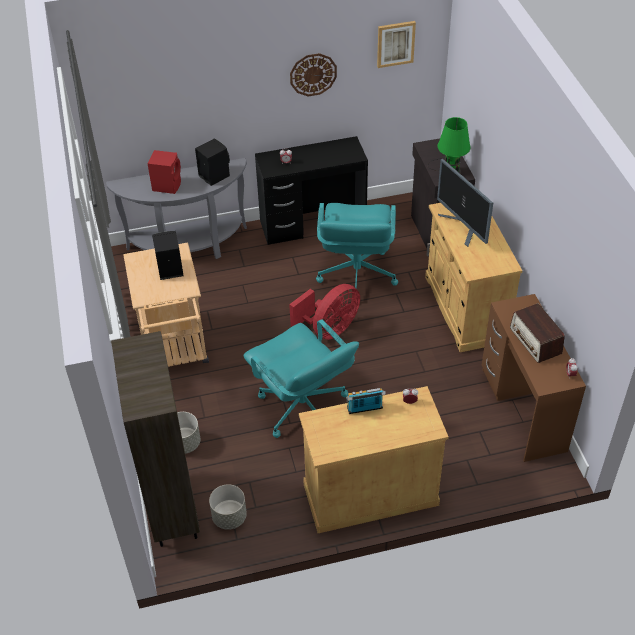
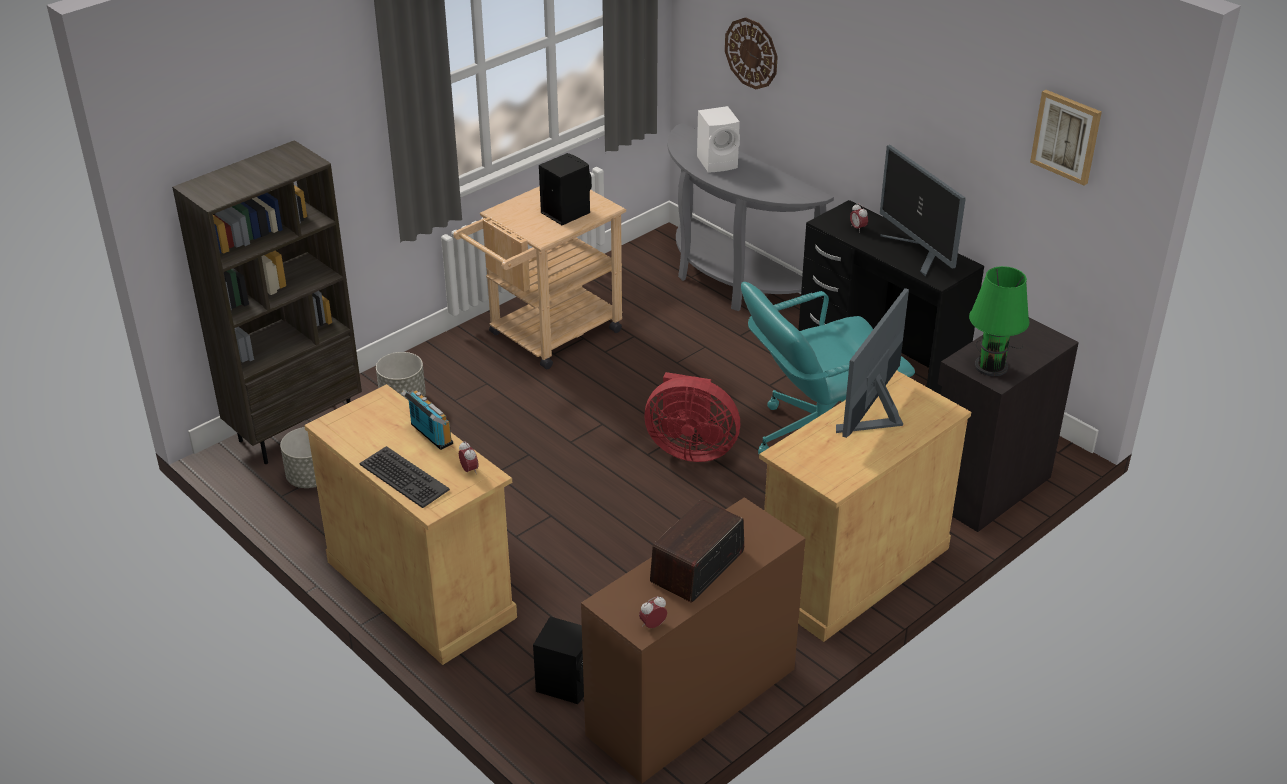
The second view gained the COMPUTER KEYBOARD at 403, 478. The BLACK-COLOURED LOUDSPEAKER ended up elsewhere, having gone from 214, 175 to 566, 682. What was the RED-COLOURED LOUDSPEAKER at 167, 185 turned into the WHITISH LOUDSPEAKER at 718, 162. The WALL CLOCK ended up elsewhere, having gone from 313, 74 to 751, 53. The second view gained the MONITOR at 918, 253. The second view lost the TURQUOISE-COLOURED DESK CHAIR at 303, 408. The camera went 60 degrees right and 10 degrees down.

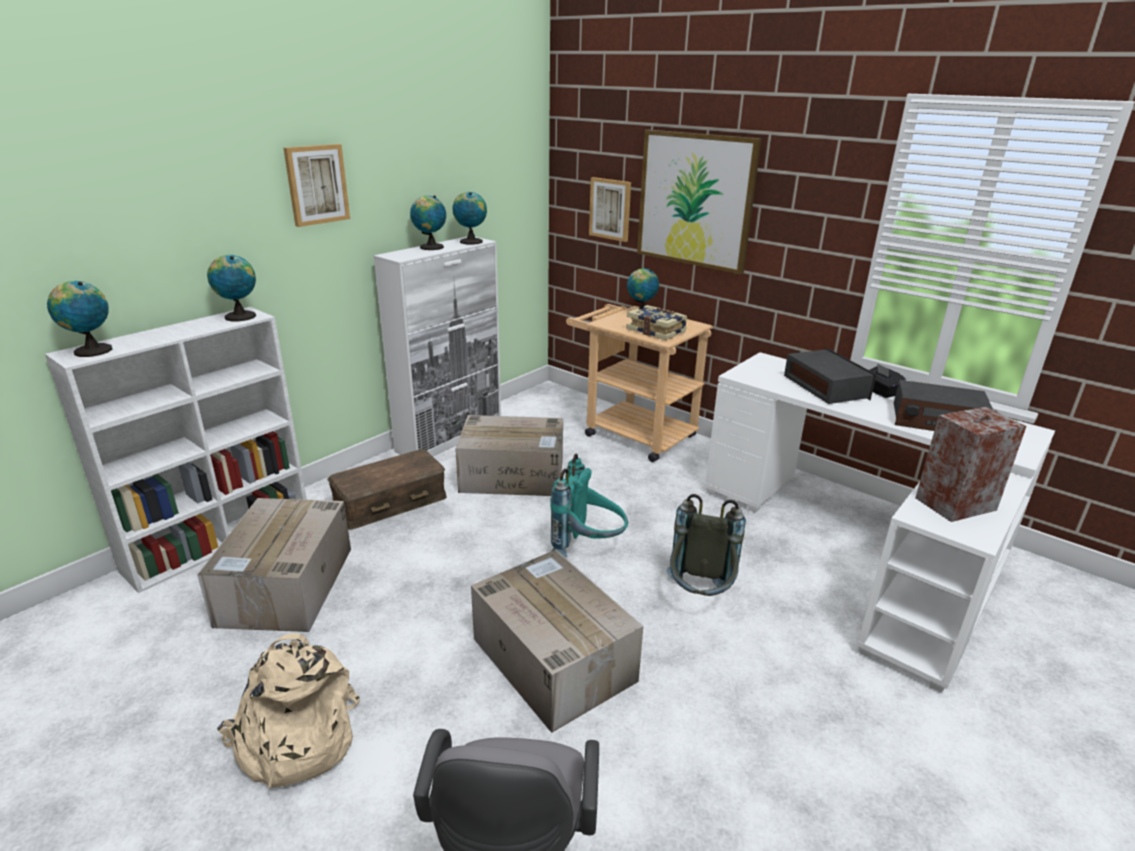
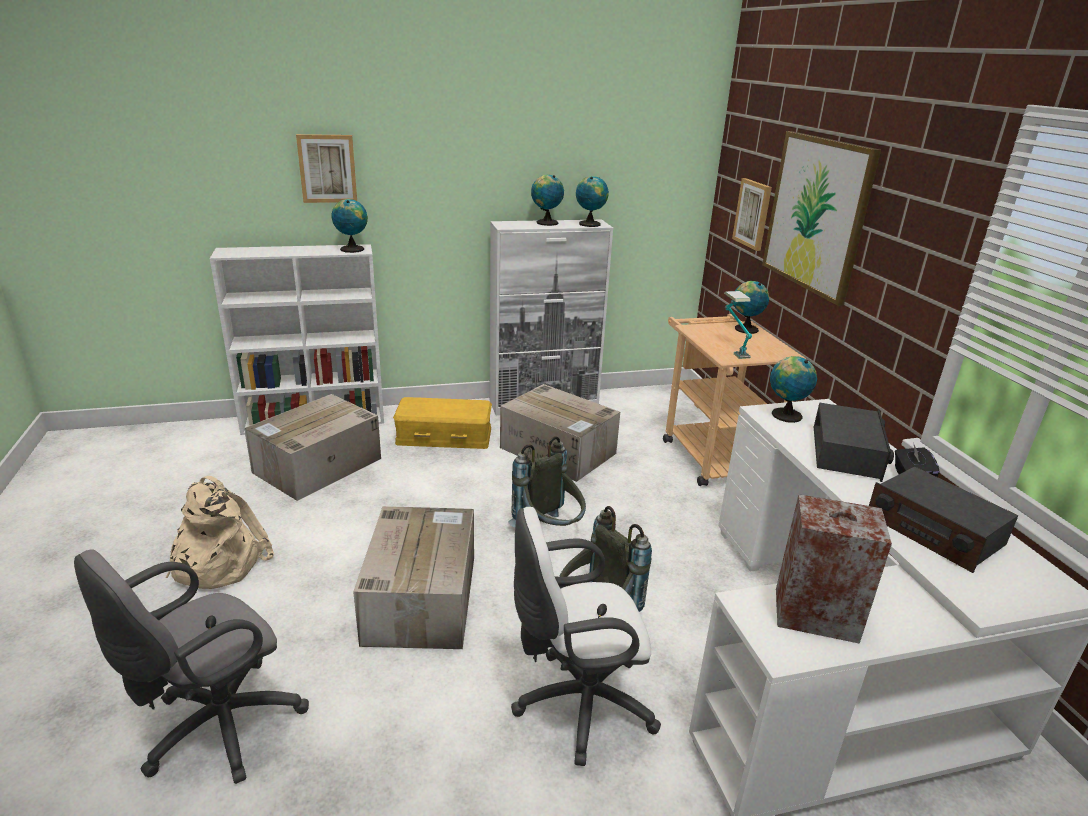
The WALL ART ended up elsewhere, having gone from 316, 184 to 327, 168. What was the BROWN STORAGE CONTAINER at 390, 501 turned into the YELLOW-COLOURED STORAGE CONTAINER at 444, 435. What was the TURQUOISE-COLOURED KNAPSACK at 588, 548 turned into the GREY KNAPSACK at 549, 531. The second view gained the WHITISH DESK CHAIR at 577, 704. Where the VOLUME stood at 656, 331, the TABLETOP LAMP came to stand at 732, 348. The WORLD GLOBE ended up elsewhere, having gone from 91, 350 to 784, 415. The camera went 35 degrees right and 0 degrees up.

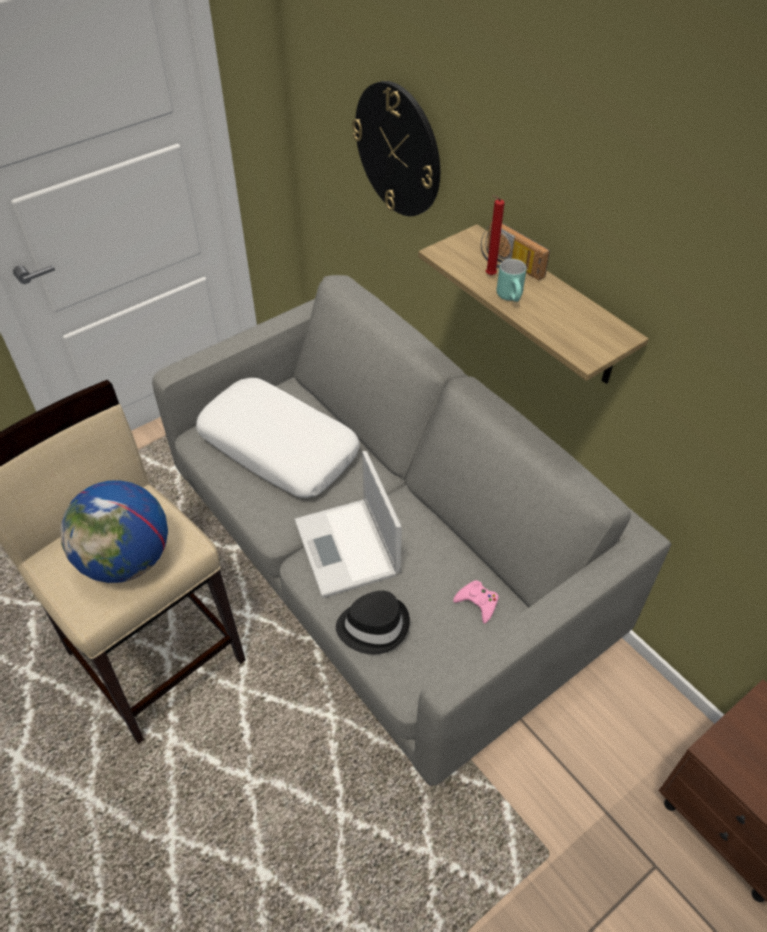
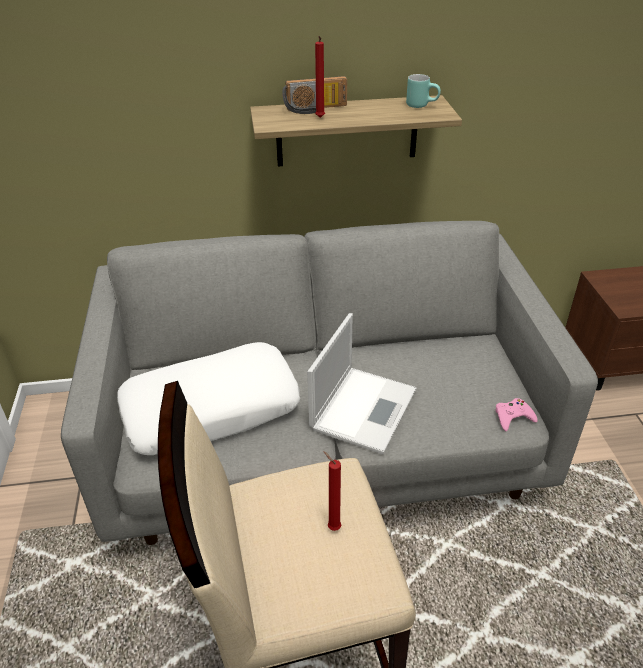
The PORTABLE COMPUTER at 347, 549 ended up facing another way, 75 degrees counterclockwise from before. Where the WORLD GLOBE stood at 127, 560, the RED-COLOURED WAX LIGHT came to stand at 332, 527. The TURQUOISE-COLOURED MUG ended up elsewhere, having gone from 512, 298 to 422, 105. The PINKISH GAME CONTROLLER ended up elsewhere, having gone from 477, 603 to 513, 417. The second view lost the BLACK-COLOURED HAT at 373, 625. The second view lost the WALL CLOCK at 398, 150. The camera went 60 degrees left and 10 degrees down.

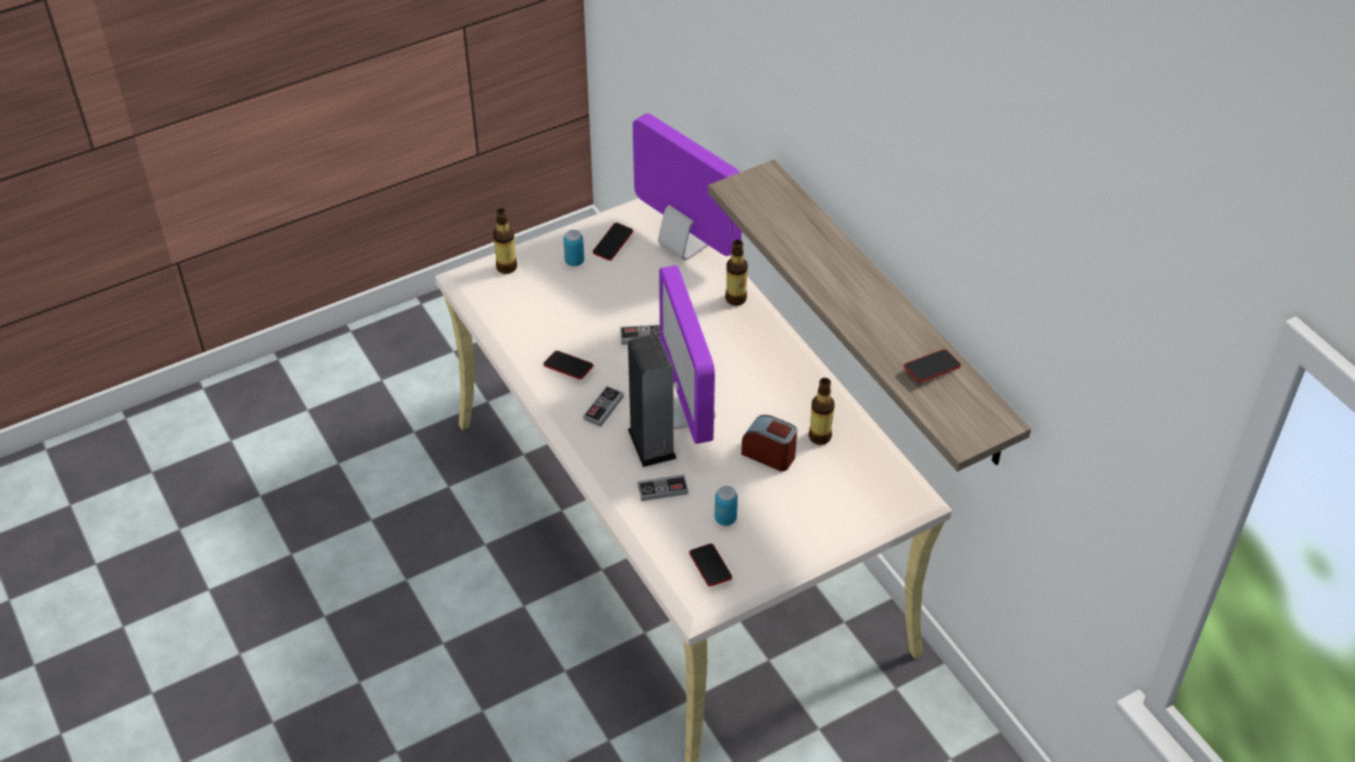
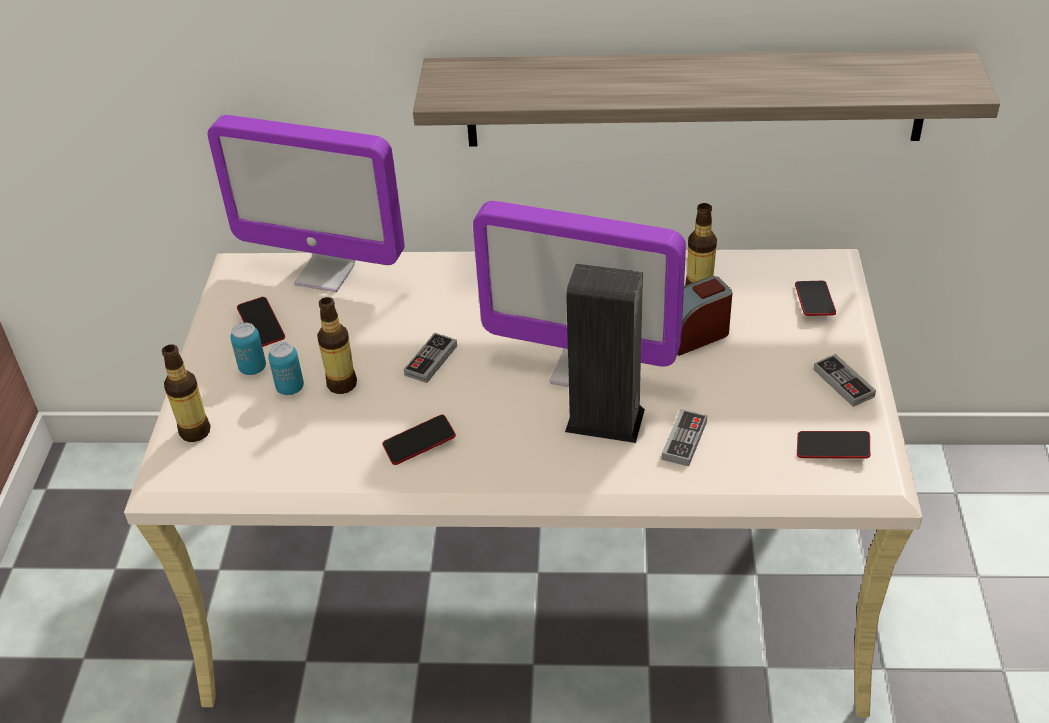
The MONITOR at 683, 245 ended up facing another way, 150 degrees counterclockwise from before. The METAL CAN ended up elsewhere, having gone from 725, 518 to 290, 388. The DRINK BOTTLE ended up elsewhere, having gone from 736, 298 to 342, 384. The PHONE ended up elsewhere, having gone from 931, 368 to 814, 302. The GAME CONTROLLER ended up elsewhere, having gone from 603, 408 to 843, 383. The camera went 55 degrees left and 5 degrees down.

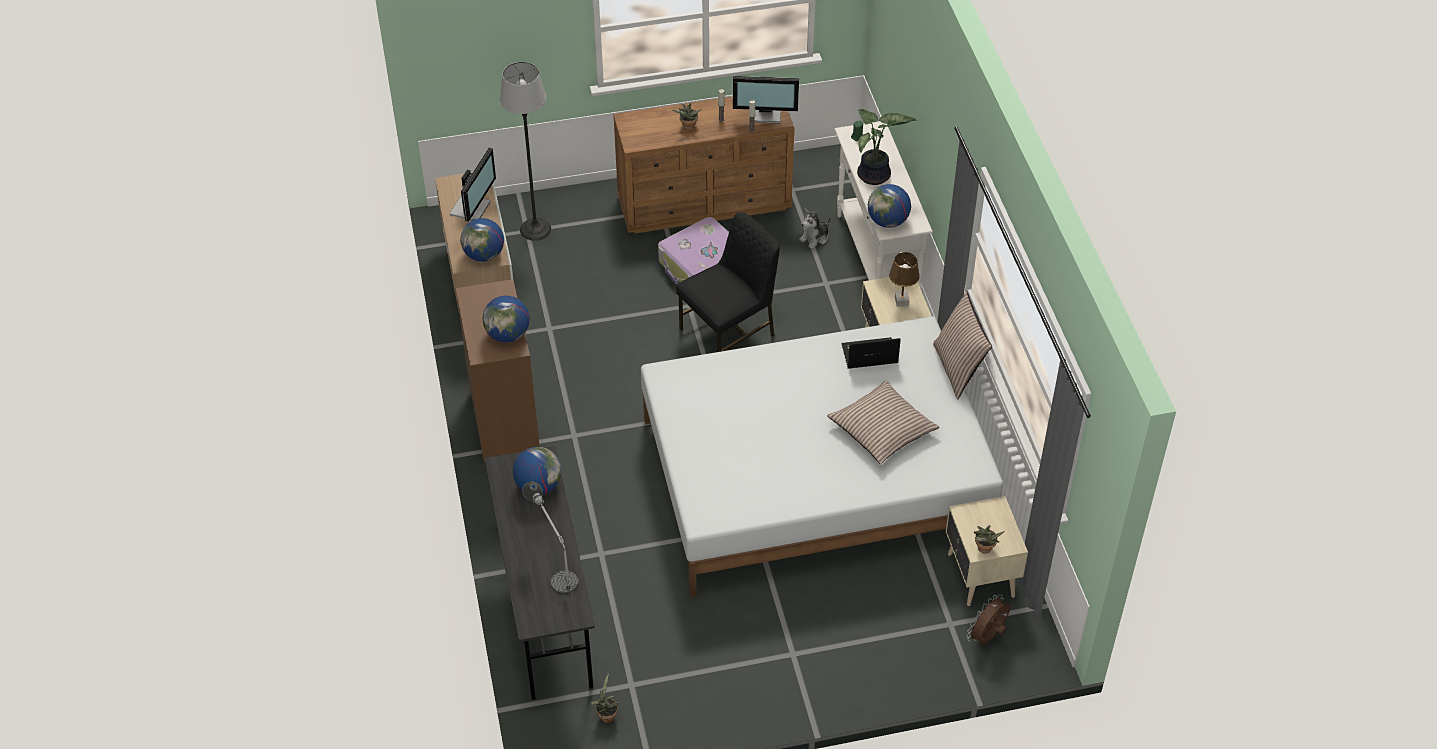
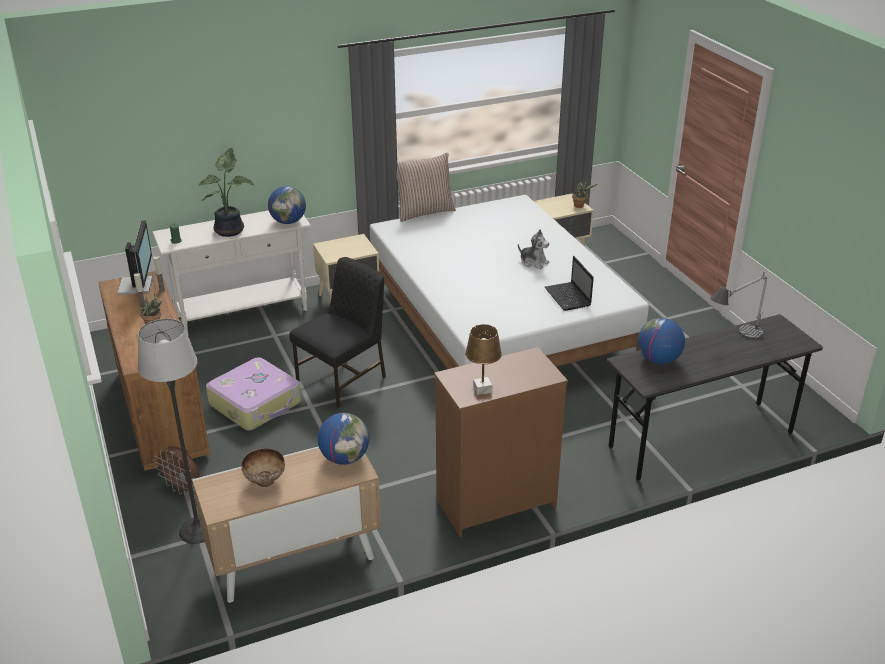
The BROWN ELECTRIC FAN ended up elsewhere, having gone from 987, 637 to 182, 488. Where the MONITOR stood at 472, 208, the DEEP DISH came to stand at 264, 481. The BLACK-COLOURED PLAIN CHAIR at 729, 332 ended up facing another way, 90 degrees clockwise from before. The BROWN TABLETOP LAMP ended up elsewhere, having gone from 902, 301 to 482, 389. The SOFT TOY ended up elsewhere, having gone from 815, 238 to 533, 262. The PORTABLE COMPUTER ended up elsewhere, having gone from 868, 355 to 568, 297. The second view lost the WORLD GLOBE at 508, 335. The second view lost the HOUSEPLANT at 606, 715. The second view lost the PILLOW at 882, 429. The camera went 100 degrees left and 15 degrees down.

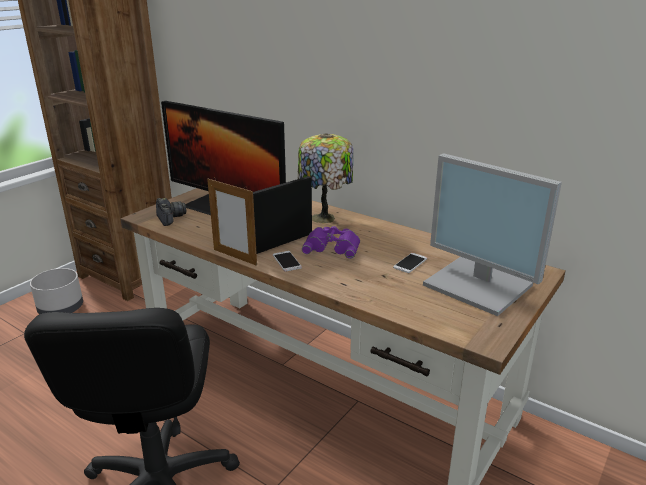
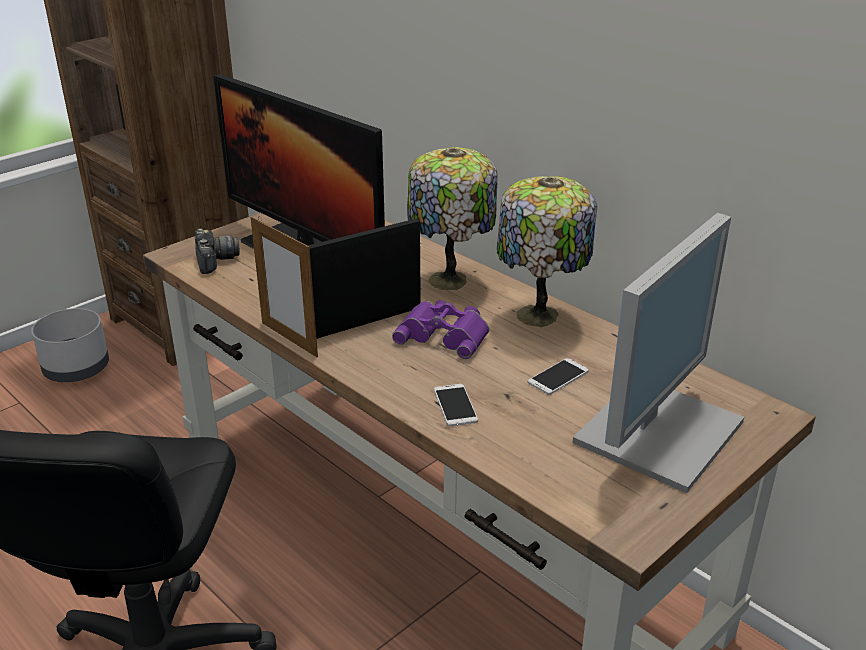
The PHONE ended up elsewhere, having gone from 287, 261 to 455, 405. The second view gained the TABLETOP LAMP at 539, 317. The MONITOR at 480, 285 ended up facing another way, 105 degrees counterclockwise from before. The camera went 10 degrees right and 5 degrees up.

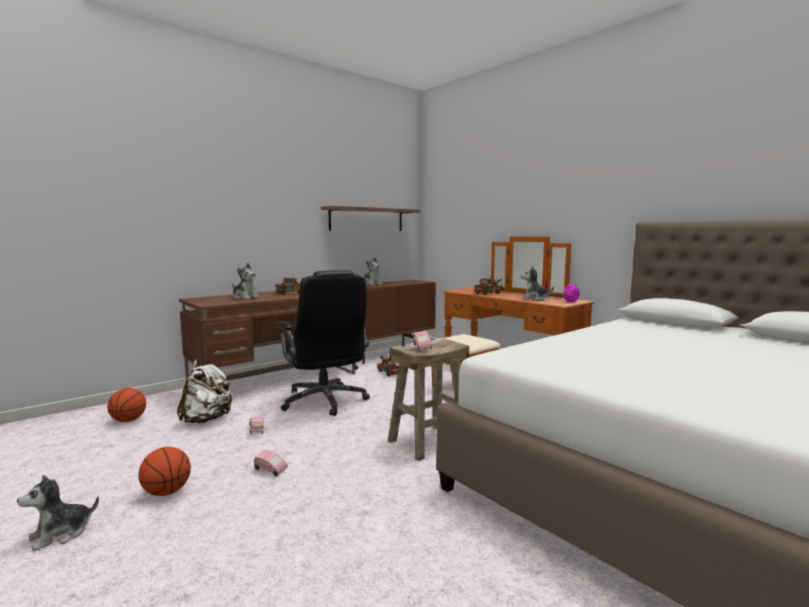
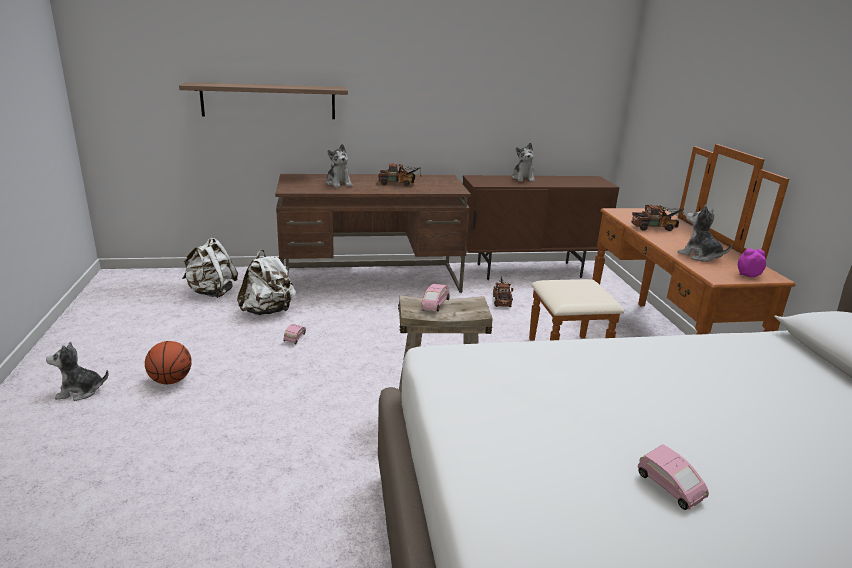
The SHELF ended up elsewhere, having gone from 367, 219 to 268, 101. Where the BASKETBALL stood at 128, 420, the WHITISH KNAPSACK came to stand at 212, 292. The PINKISH MINIATURE CAR ended up elsewhere, having gone from 270, 470 to 668, 488. The second view lost the BLACK-COLOURED DESK CHAIR at 325, 401. The camera went 30 degrees right and 15 degrees up.

